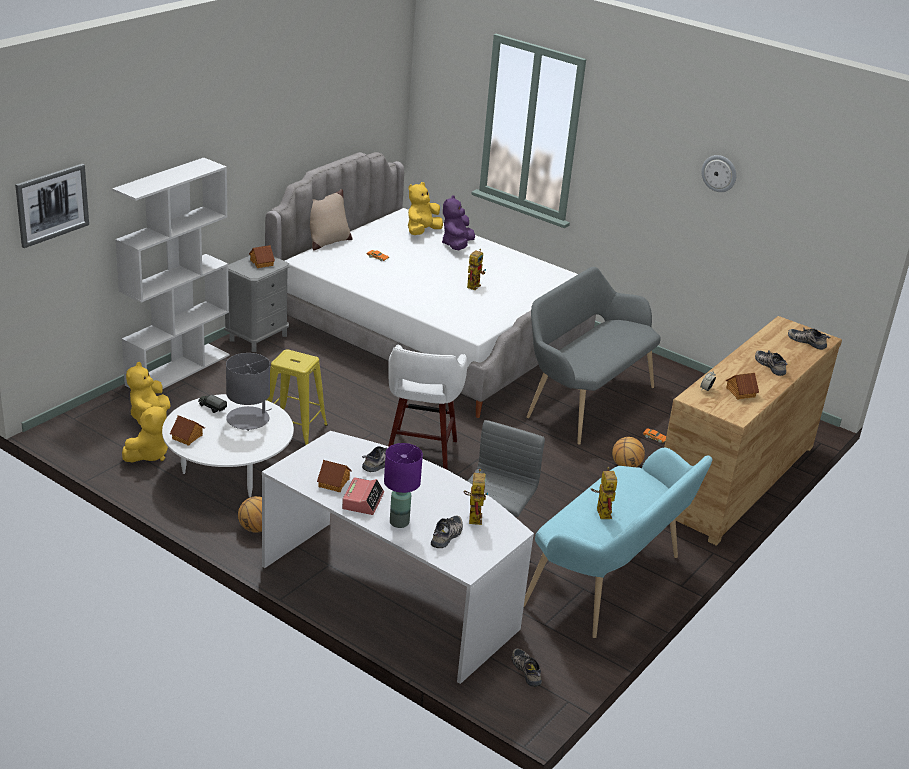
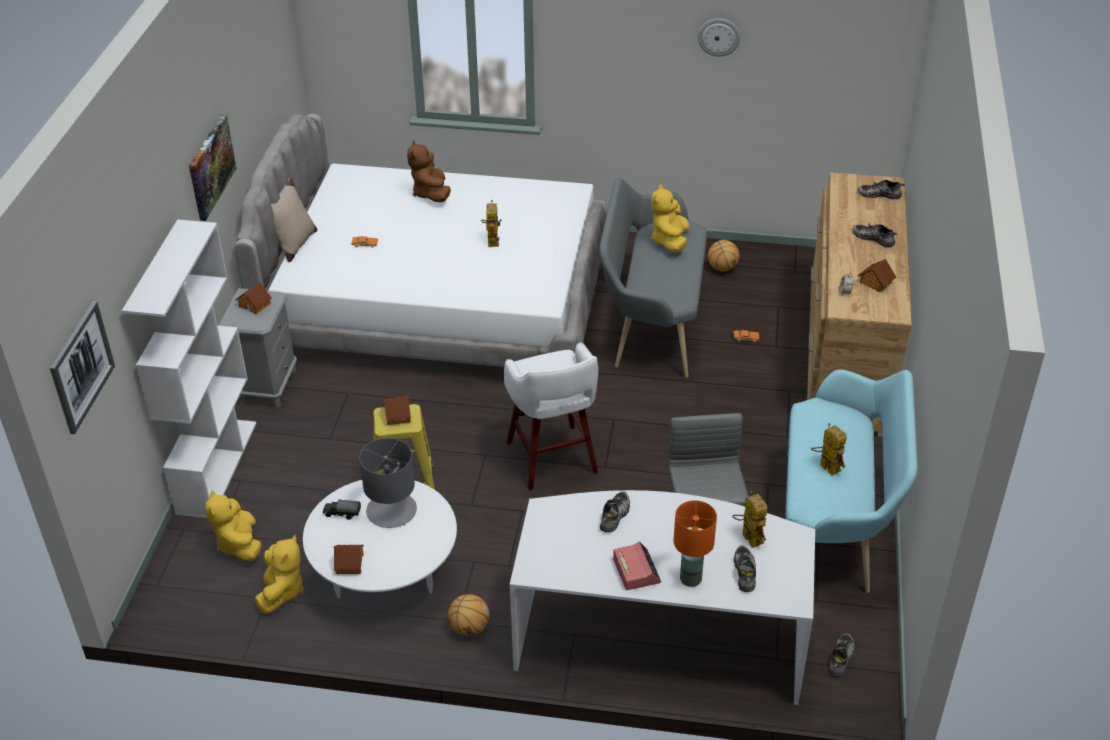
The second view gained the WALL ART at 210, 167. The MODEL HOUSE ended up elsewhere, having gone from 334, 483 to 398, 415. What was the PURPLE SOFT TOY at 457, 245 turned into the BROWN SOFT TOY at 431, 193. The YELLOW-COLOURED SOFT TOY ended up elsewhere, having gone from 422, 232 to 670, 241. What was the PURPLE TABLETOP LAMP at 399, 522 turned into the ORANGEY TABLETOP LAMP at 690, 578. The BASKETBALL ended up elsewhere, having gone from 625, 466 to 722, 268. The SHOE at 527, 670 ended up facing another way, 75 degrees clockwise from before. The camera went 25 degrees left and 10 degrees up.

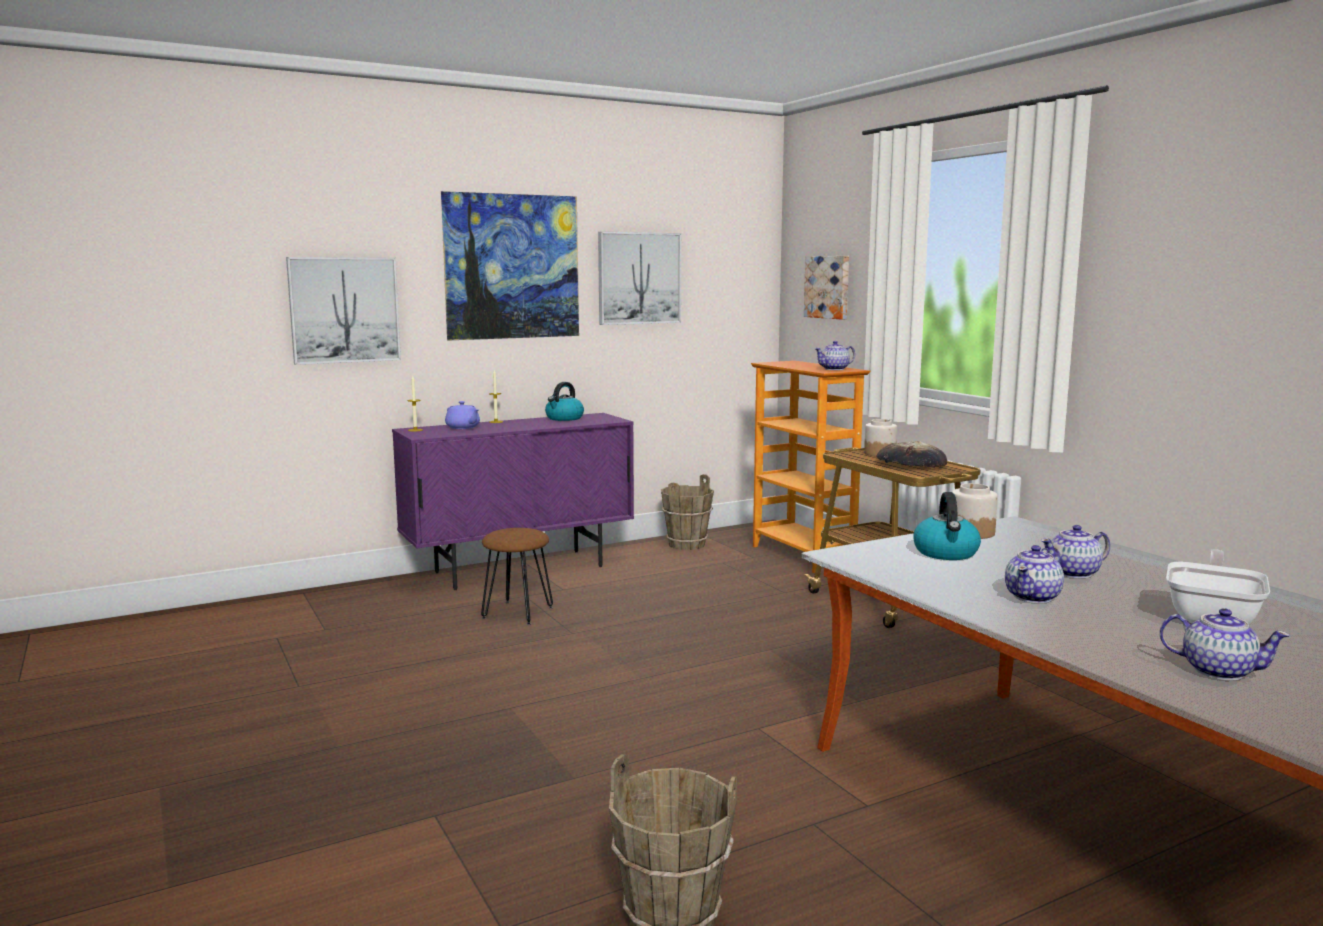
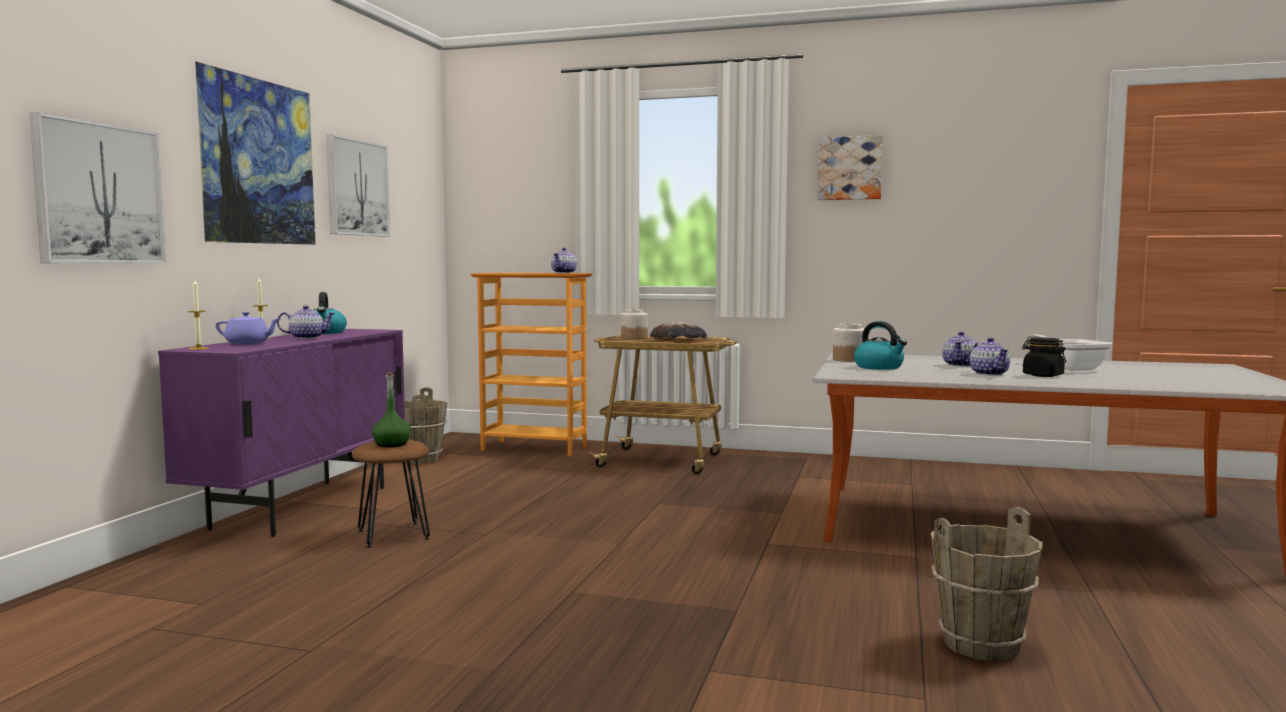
The TEA POT ended up elsewhere, having gone from 1217, 671 to 306, 337. The second view gained the GREEN-COLOURED DRINK BOTTLE at 392, 444. The WALL ART ended up elsewhere, having gone from 828, 287 to 850, 168. The second view gained the BLACK-COLOURED JAR at 1042, 375. The camera went 45 degrees left and 5 degrees down.

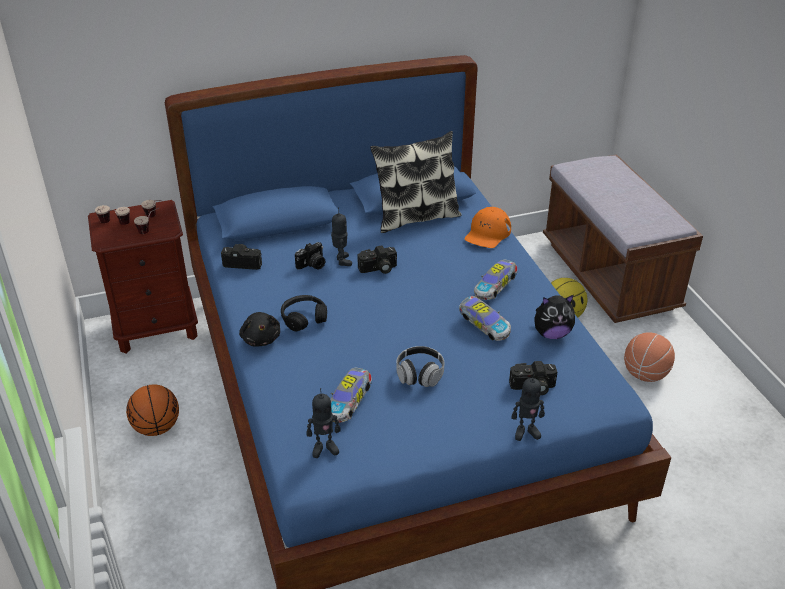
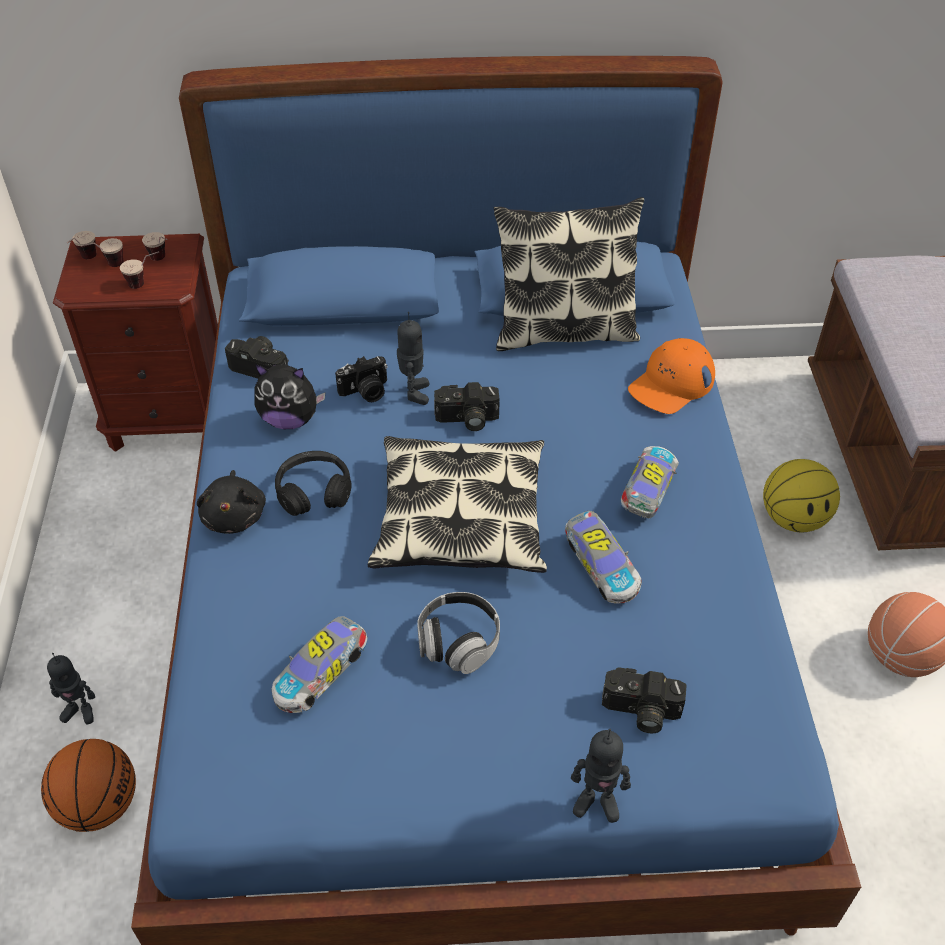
The BASKETBALL ended up elsewhere, having gone from 156, 428 to 99, 805. The ROBOT FIGURE ended up elsewhere, having gone from 324, 448 to 80, 711. The SOFT TOY ended up elsewhere, having gone from 551, 334 to 290, 419. The second view gained the PILLOW at 460, 518. The MINIATURE CAR at 495, 287 ended up facing another way, 150 degrees clockwise from before. The camera went 15 degrees right and 10 degrees up.

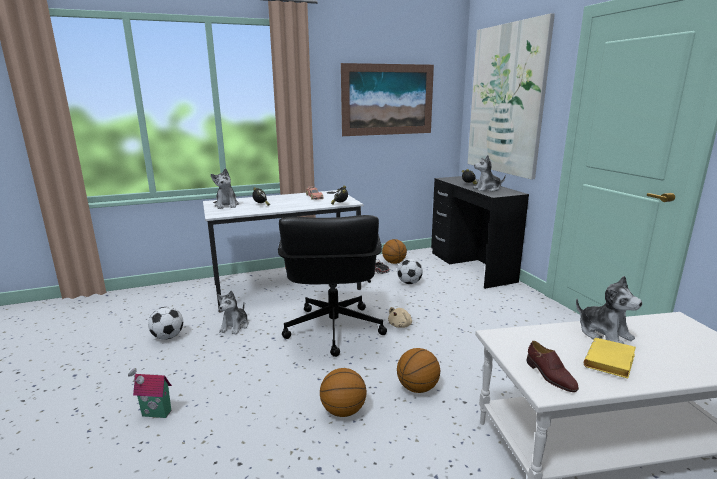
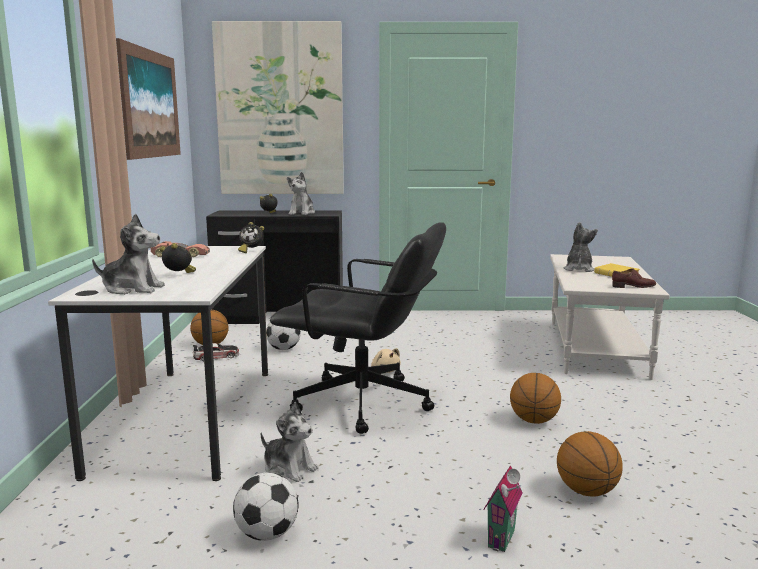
The BASKETBALL ended up elsewhere, having gone from 417, 388 to 586, 491. The SOFT TOY at 604, 333 ended up facing another way, 60 degrees counterclockwise from before. The camera went 70 degrees left and 5 degrees down.

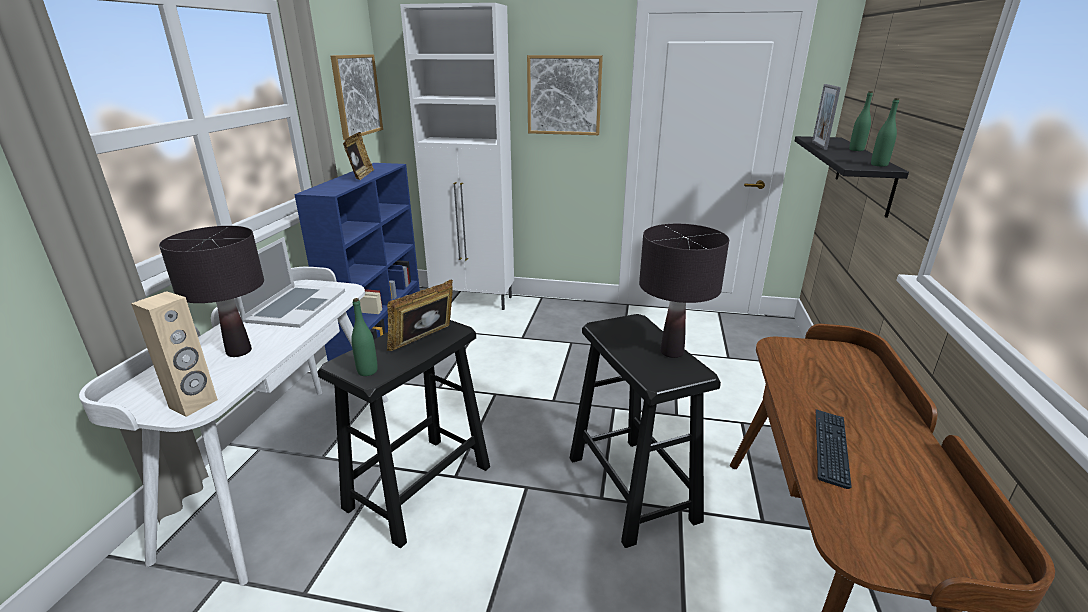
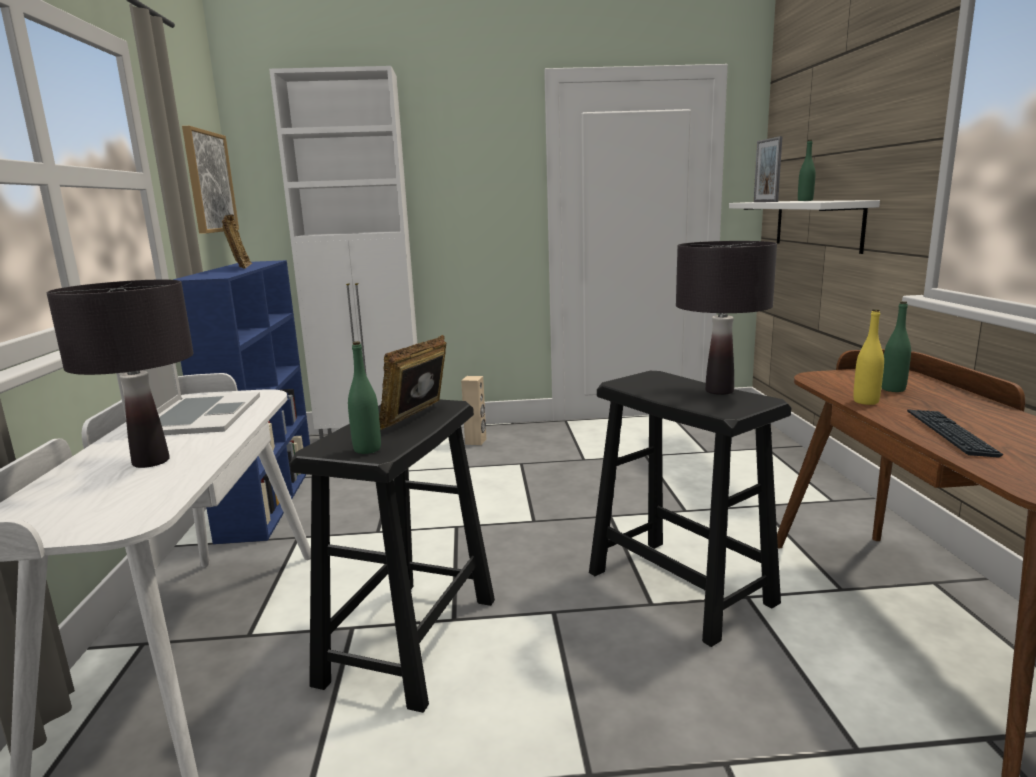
The BEIGE LOUDSPEAKER ended up elsewhere, having gone from 194, 404 to 476, 441. What was the BLACK-COLOURED SHELF at 864, 174 turned into the WHITISH SHELF at 817, 224. The second view gained the YELLOW-COLOURED DRINK BOTTLE at 865, 401. The GREEN-COLOURED DRINK BOTTLE ended up elsewhere, having gone from 879, 165 to 893, 389. The second view lost the WALL ART at 564, 95. The camera went 15 degrees left and 10 degrees down.

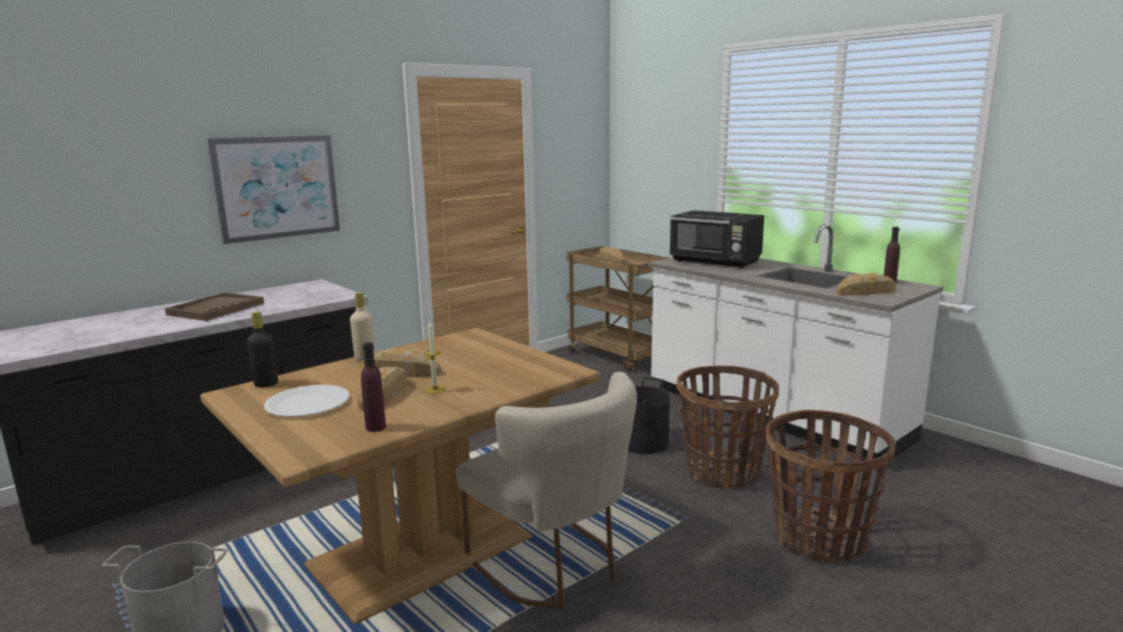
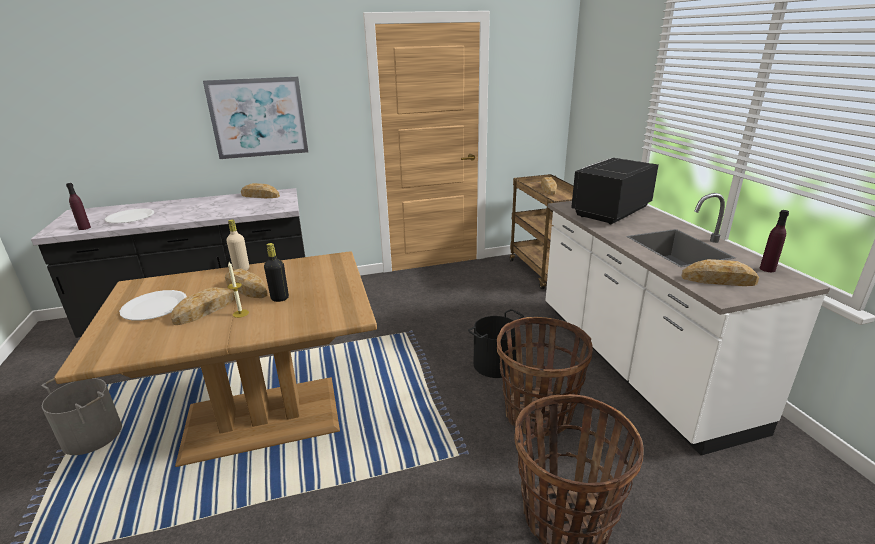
The PURPLE DRINK BOTTLE ended up elsewhere, having gone from 375, 427 to 84, 228. The second view gained the WHITISH FLAT DISH at 130, 217. The second view gained the BAKERY BREAD at 260, 195. The BLACK-COLOURED DRINK BOTTLE ended up elsewhere, having gone from 266, 384 to 280, 298. The BLACK-COLOURED MICROWAVE OVEN at 715, 262 ended up facing another way, 75 degrees clockwise from before. The second view lost the BROWN CARRYING TRAY at 216, 309. The second view lost the BEIGE PLAIN CHAIR at 554, 567. The camera went 25 degrees right and 10 degrees up.

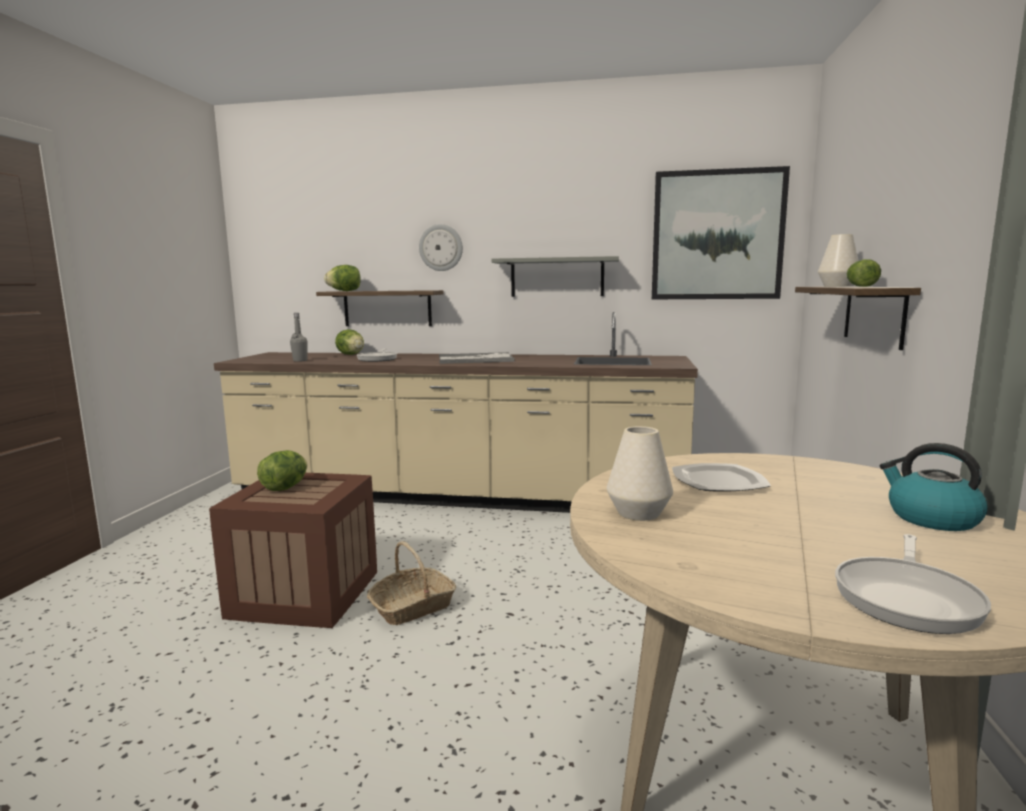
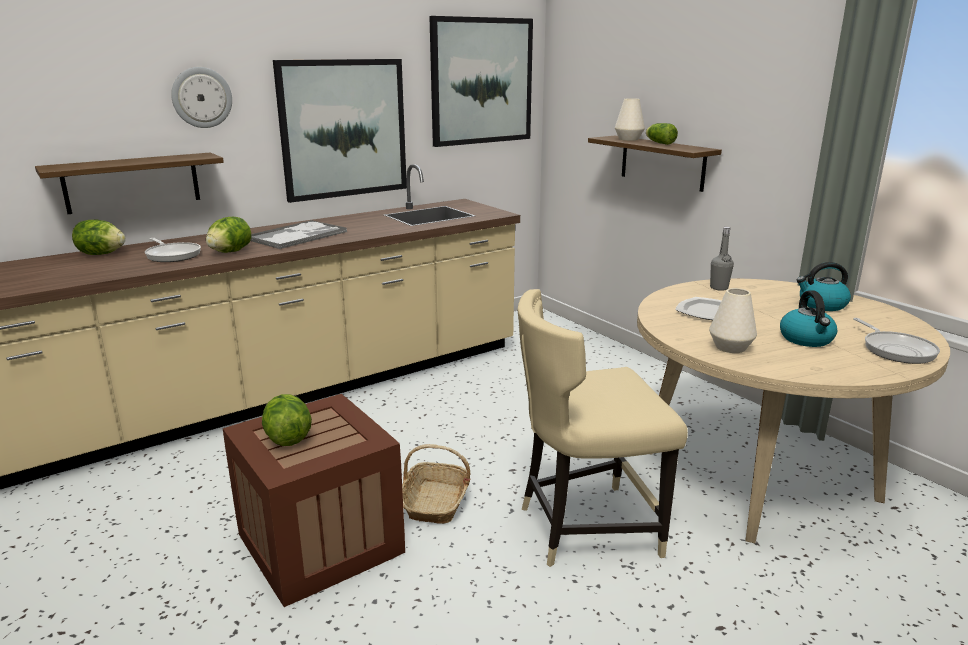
The LETTUCE HEAD ended up elsewhere, having gone from 344, 291 to 230, 252. Where the GREY SHELF hung at 557, 277, the WALL ART came to hang at 343, 129. The second view gained the BEIGE PLAIN CHAIR at 584, 527. The GREY DRINK BOTTLE ended up elsewhere, having gone from 300, 360 to 719, 288. The second view gained the KETTLE at 807, 339. The camera went 45 degrees left and 10 degrees up.

